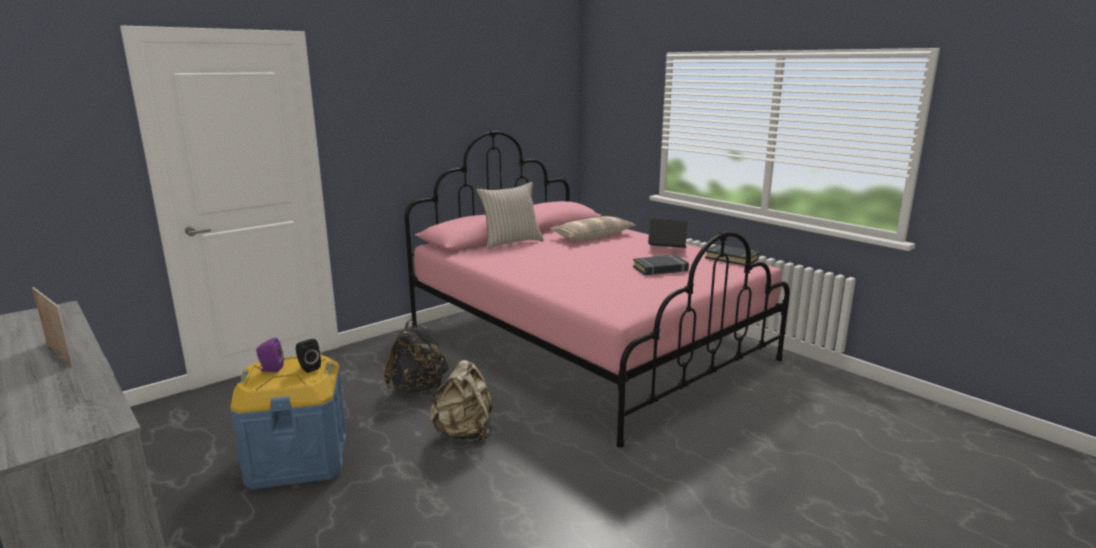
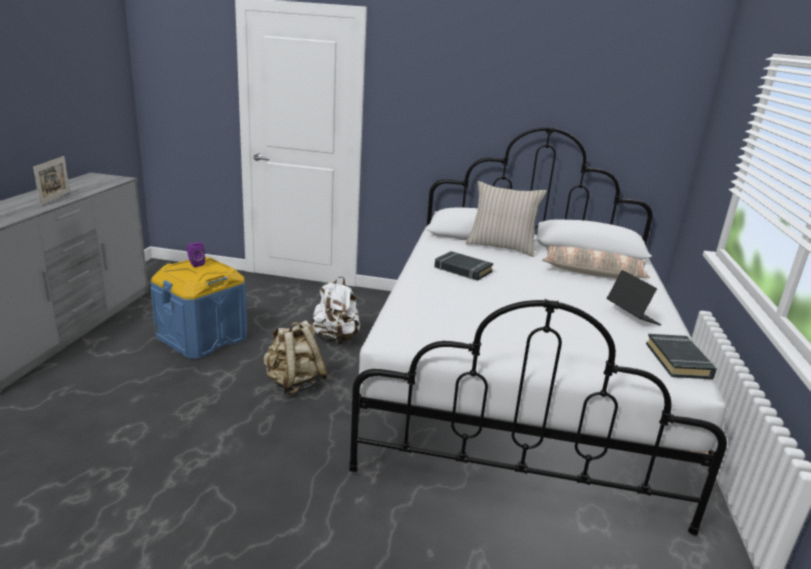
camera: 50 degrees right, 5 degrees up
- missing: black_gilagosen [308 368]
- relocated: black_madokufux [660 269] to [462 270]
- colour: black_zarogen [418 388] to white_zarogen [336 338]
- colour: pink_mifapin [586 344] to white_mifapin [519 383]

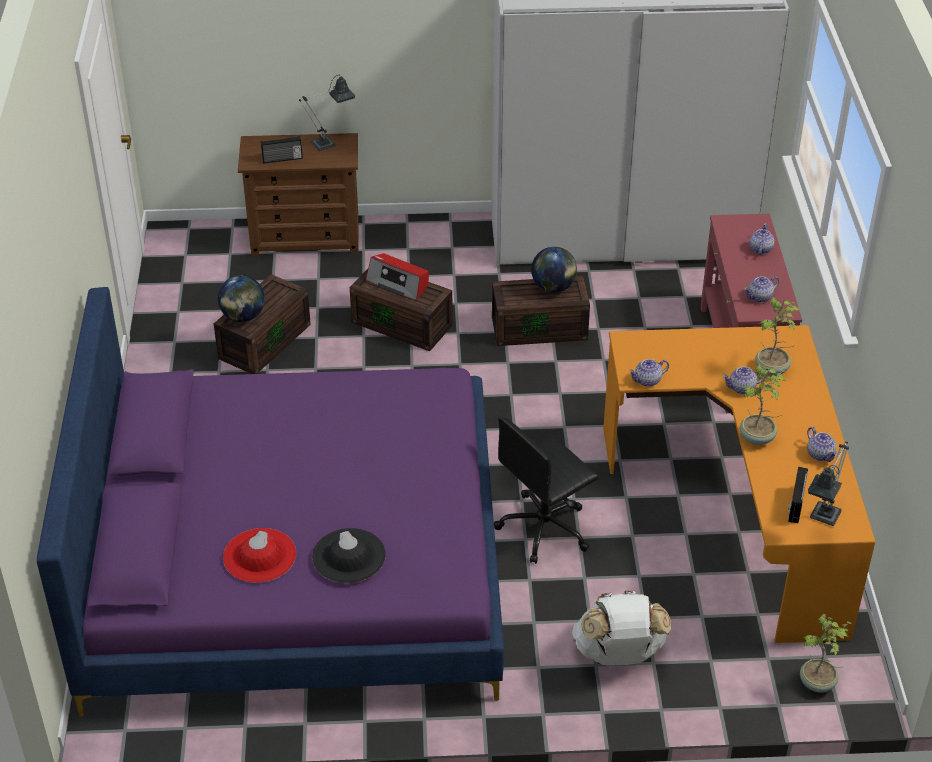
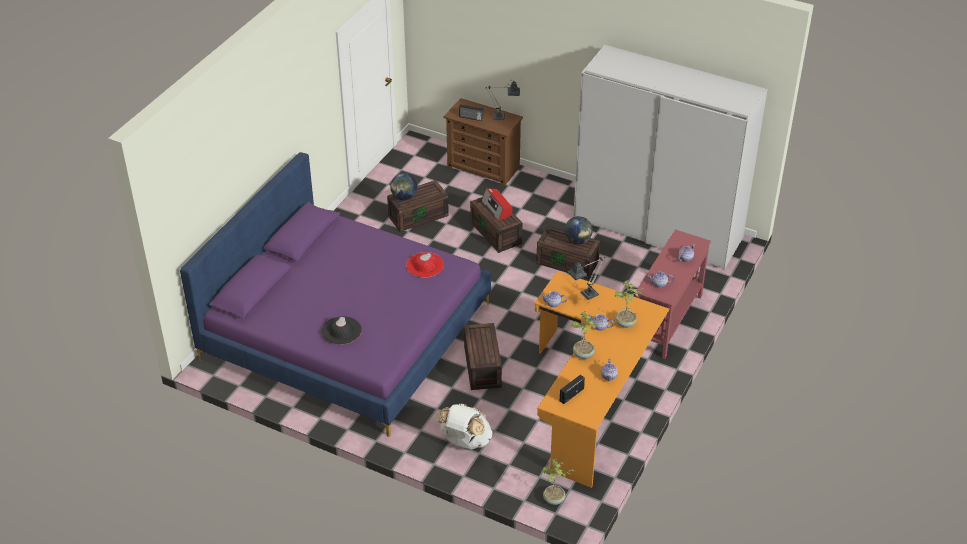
camera: 30 degrees right, 0 degrees up
- relocated: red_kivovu [259 556] to [425 265]
- relocated: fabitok [822 520] to [586 295]
- exchanged: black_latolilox [545 528] to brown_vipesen [481 366]

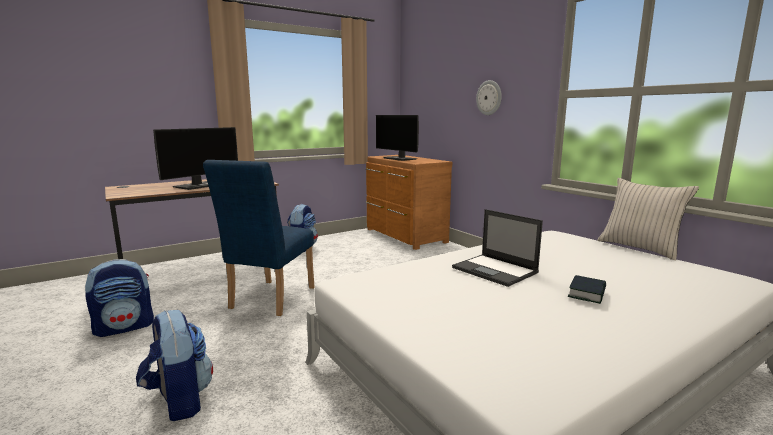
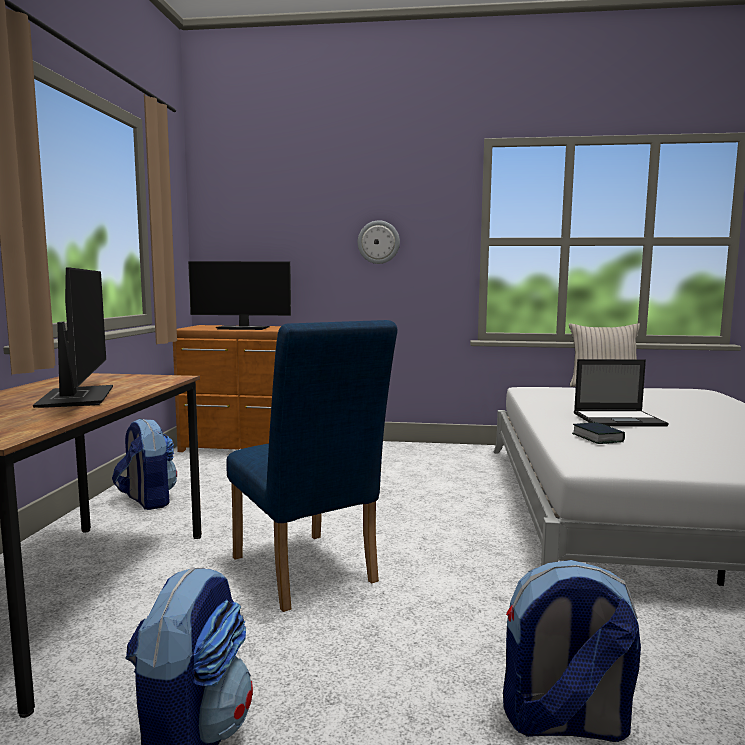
camera: 50 degrees left, 5 degrees down
- relocated: madokufux [587 293] to [597 438]

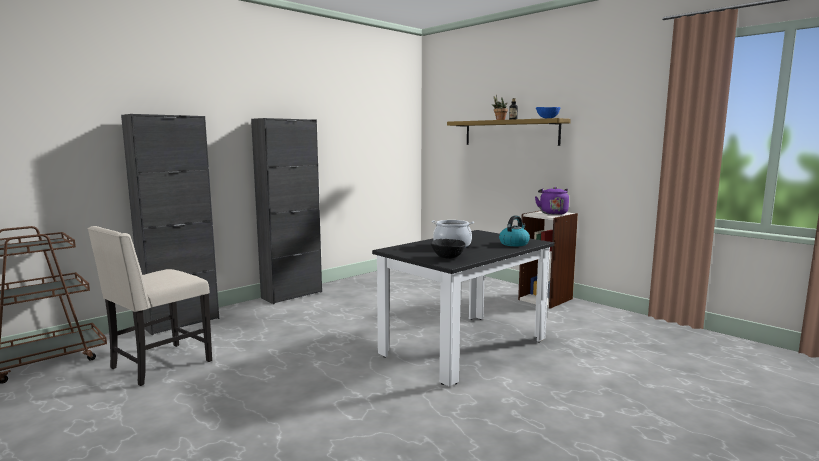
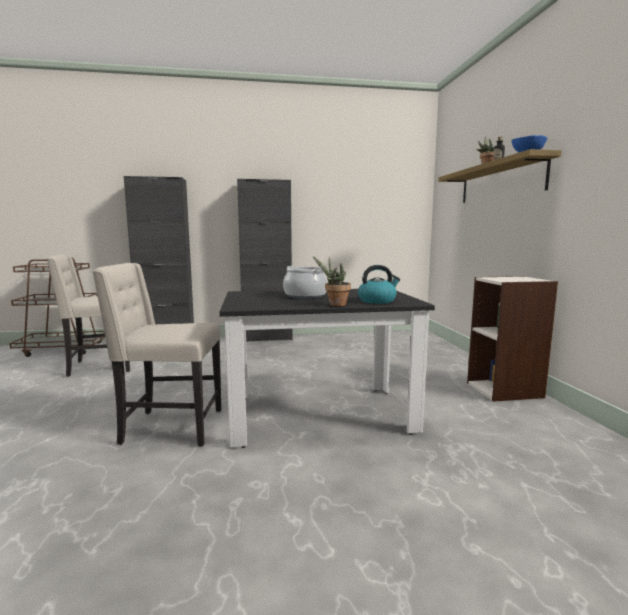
camera: 35 degrees right, 0 degrees up
- missing: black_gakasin [447 257]
- missing: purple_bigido [552 213]
- appeared: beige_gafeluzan [170 427]
- appeared: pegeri [335 305]

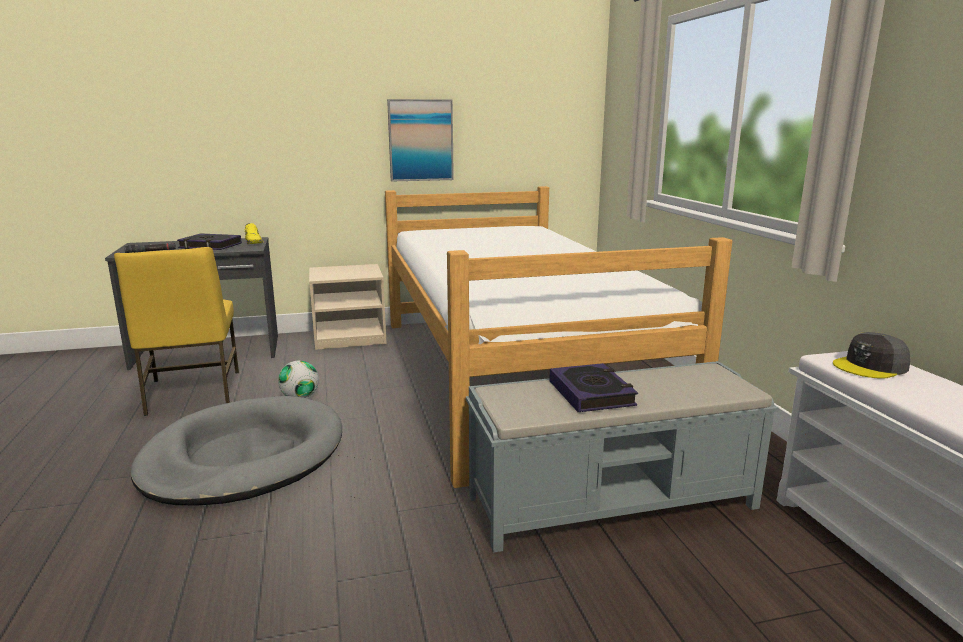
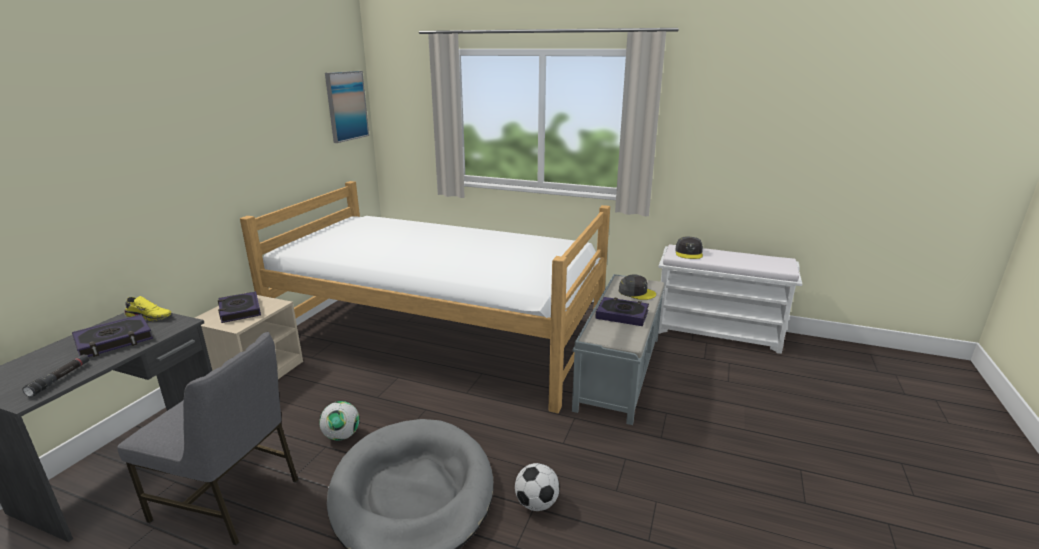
camera: 55 degrees left, 5 degrees up
- appeared: madokufux [240 310]
- appeared: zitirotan [537 503]
- appeared: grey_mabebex [636 292]
- relocated: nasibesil [420 140] to [346 106]
- colour: yellow_gafeluzan [192 393] to grey_gafeluzan [229 499]

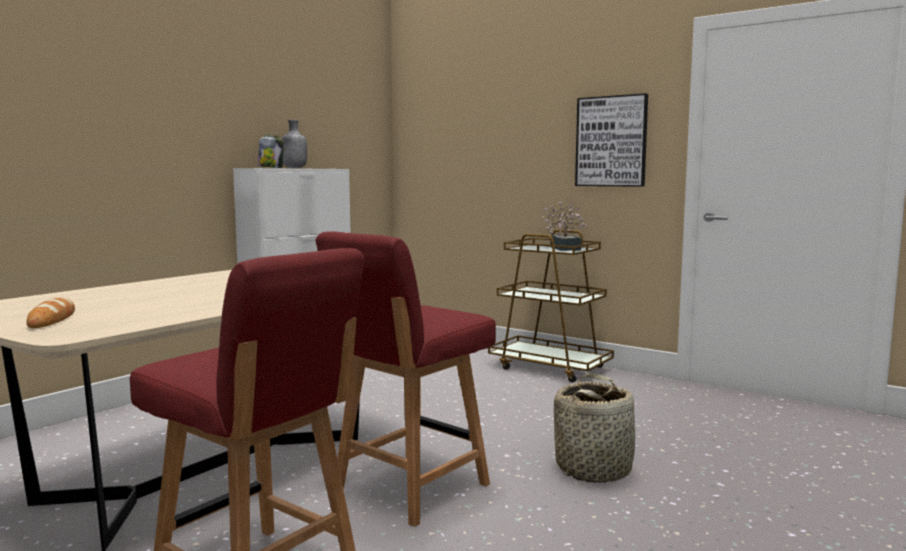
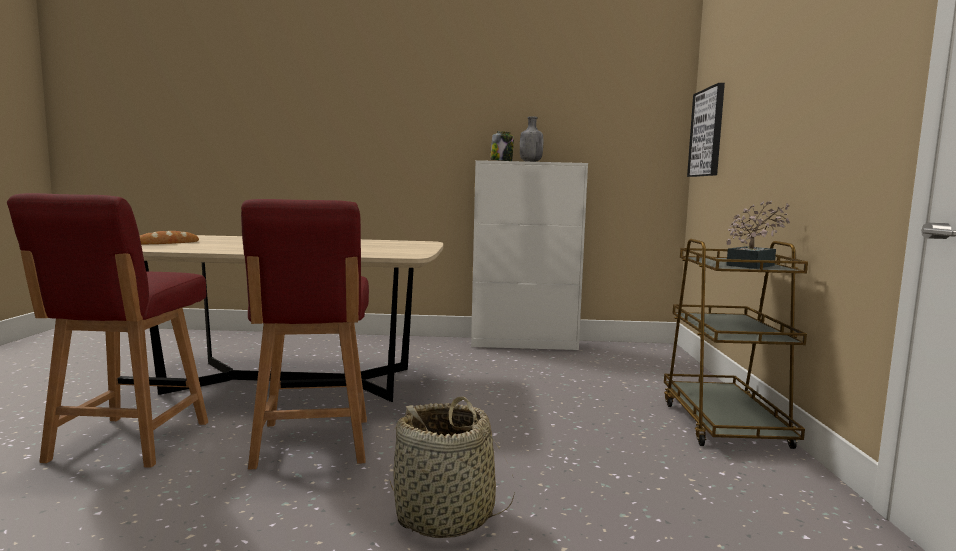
camera: 55 degrees right, 0 degrees up
- relocated: nasibesil [611 141] to [707 133]
- spun: red_gafeluzan [408 489] = [312 444] 105 degrees counterclockwise

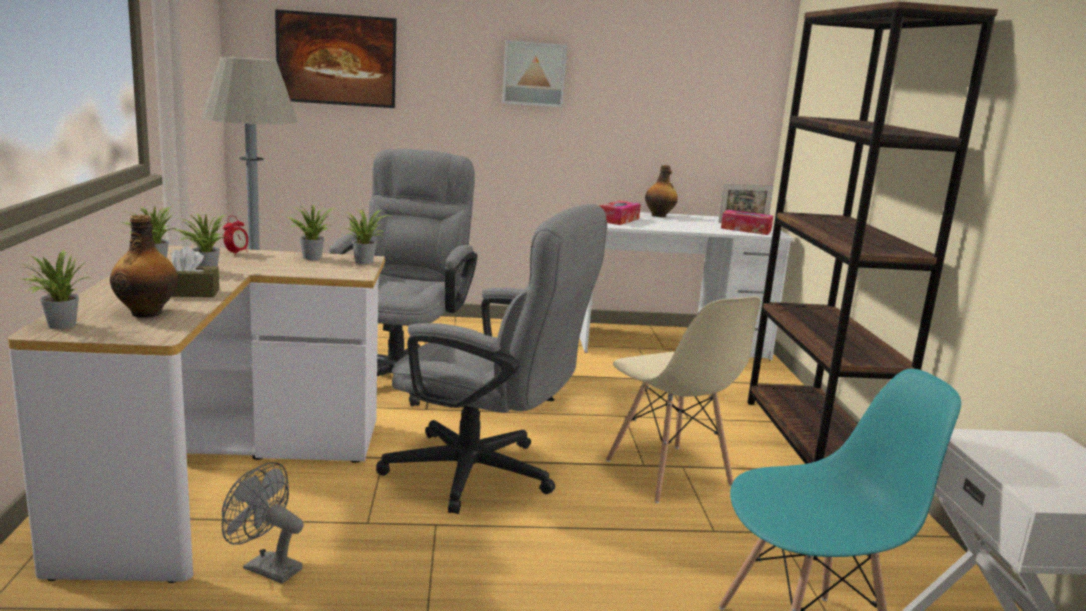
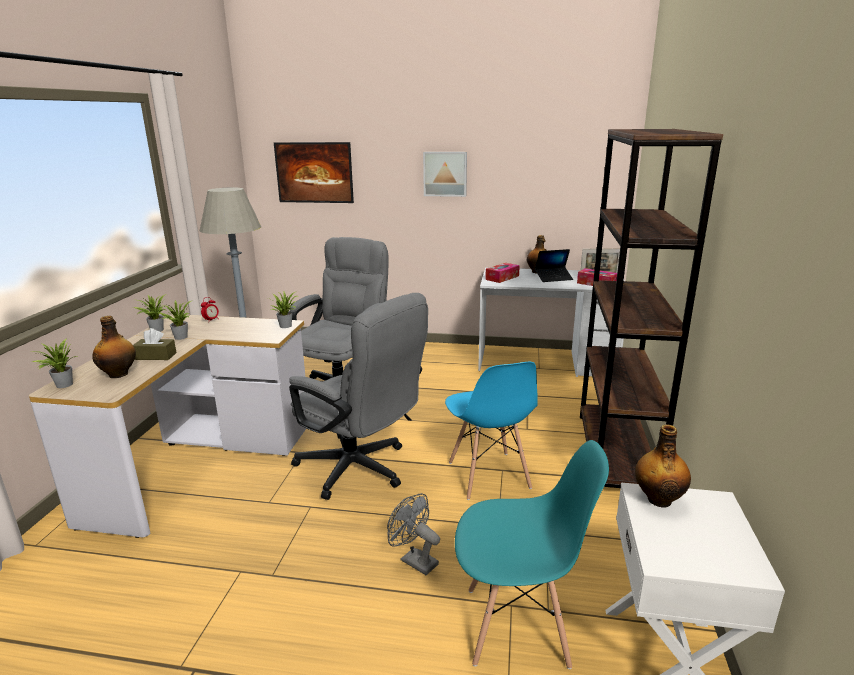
camera: 15 degrees right, 5 degrees up
- missing: pegeri [310 257]
- appeared: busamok [553 278]
- appeared: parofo [658 499]
- relocated: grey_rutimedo [265 567] to [414 560]
- colour: beige_gafeluzan [668 474] to blue_gafeluzan [488 476]

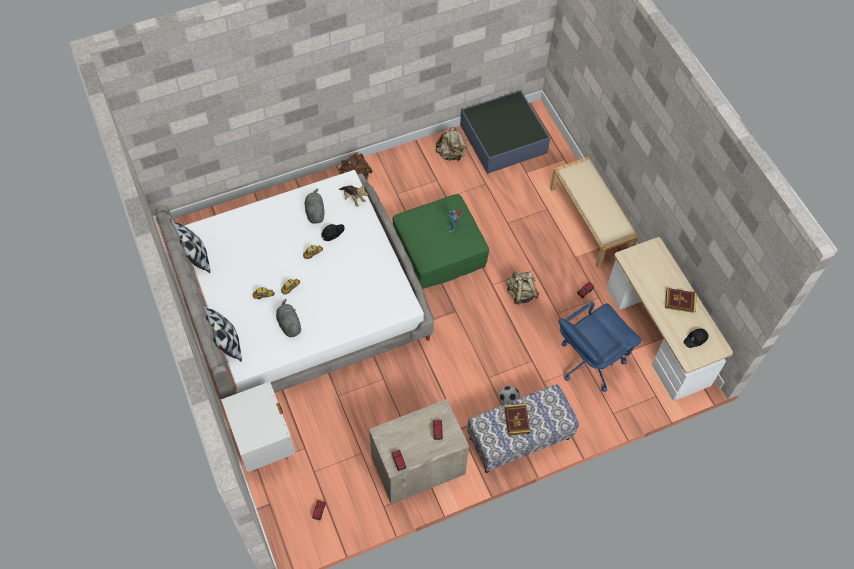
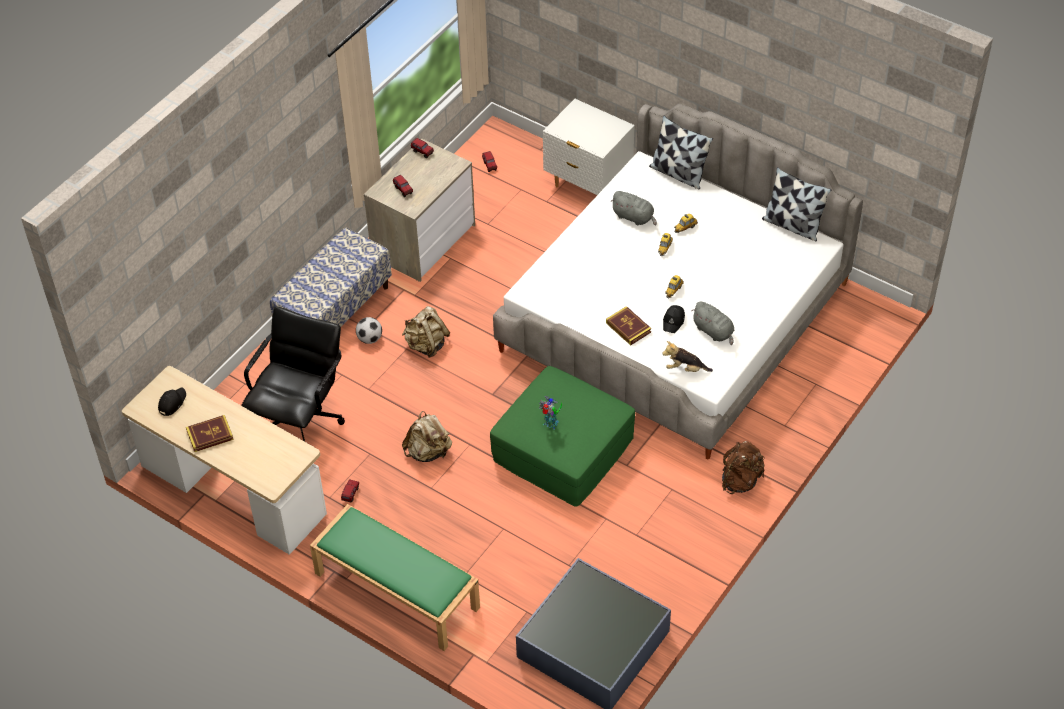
camera: 150 degrees right, 10 degrees down
- relocated: beige_zarogen [451 154] to [426 345]
- relocated: madokufux [517 420] to [628 327]
- colour: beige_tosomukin [590 221] to green_tosomukin [395 590]
- colour: blue_latolilox [589 361] to black_latolilox [300 421]

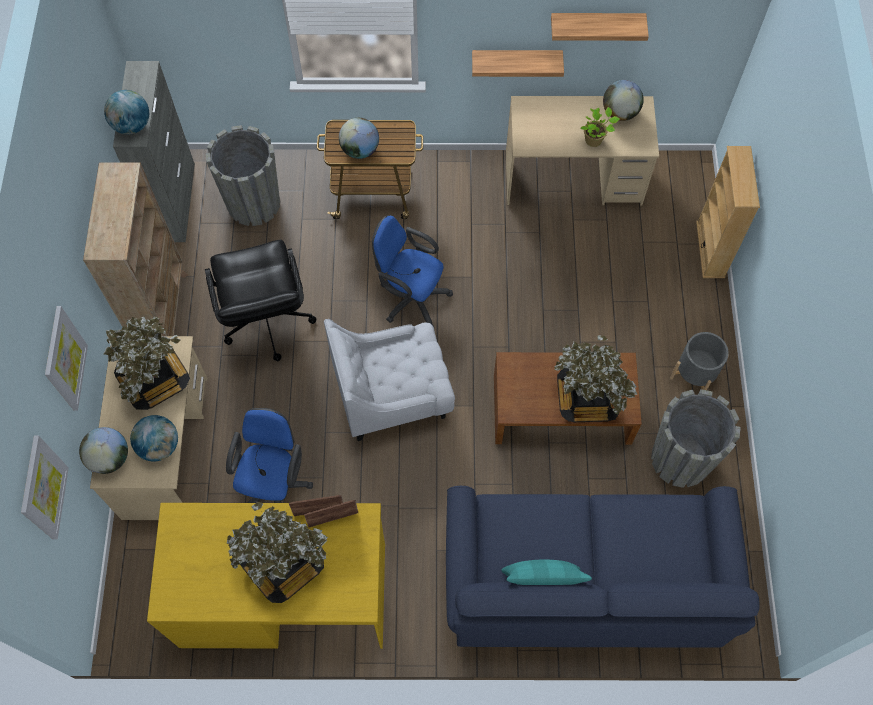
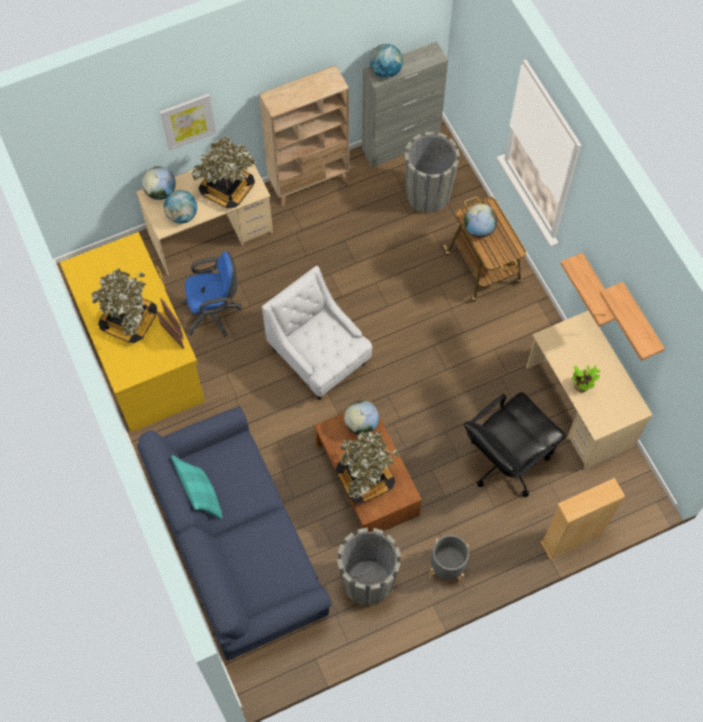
camera: 65 degrees right, 0 degrees up
- missing: nasibesil [43 488]
- missing: blue_latolilox [411 297]
- relocated: black_latolilox [267 321] to [506 460]
- relocated: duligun [620 112] to [361 424]

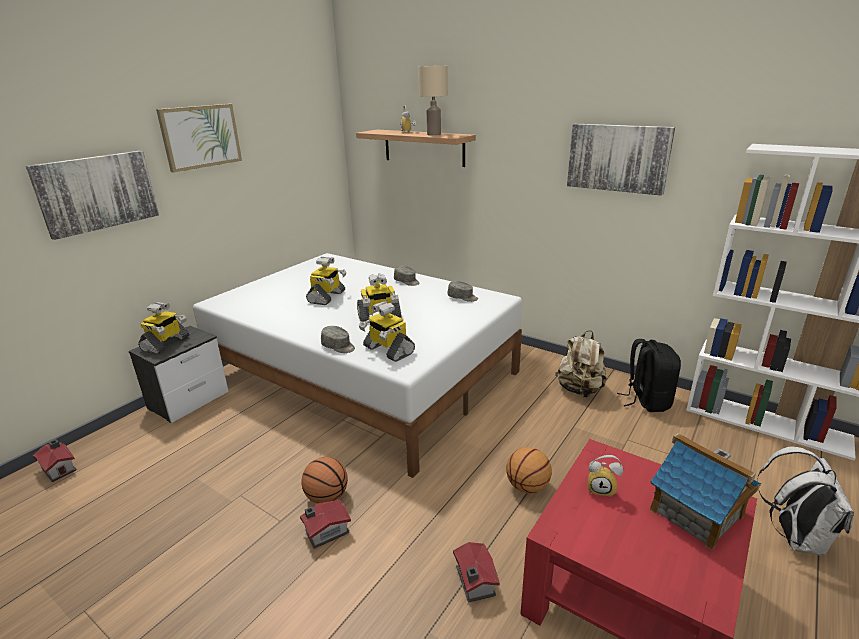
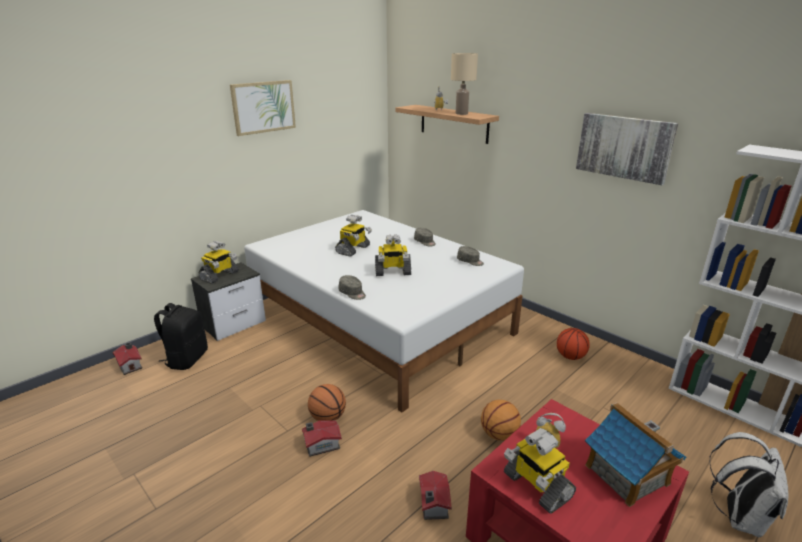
camera: 10 degrees right, 0 degrees up
- missing: nasibesil [97 192]
- relocated: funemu [388 350] to [536 486]
- relocated: black_zarogen [646 400] to [186 359]
- exchanged: beige_zarogen [579 390] to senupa [570 356]

